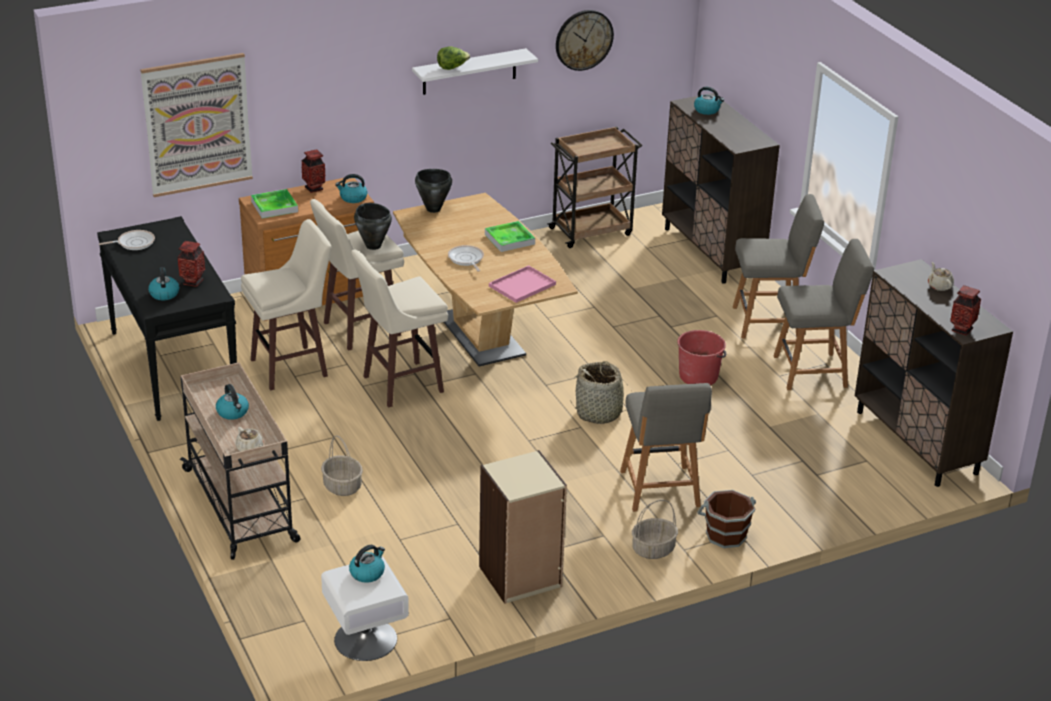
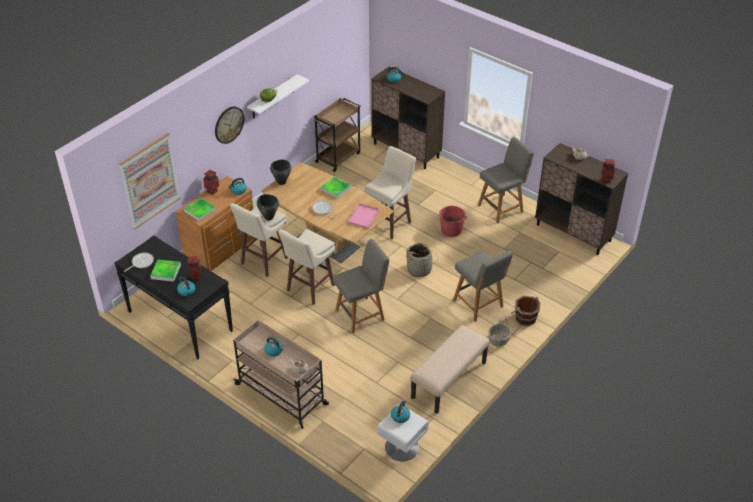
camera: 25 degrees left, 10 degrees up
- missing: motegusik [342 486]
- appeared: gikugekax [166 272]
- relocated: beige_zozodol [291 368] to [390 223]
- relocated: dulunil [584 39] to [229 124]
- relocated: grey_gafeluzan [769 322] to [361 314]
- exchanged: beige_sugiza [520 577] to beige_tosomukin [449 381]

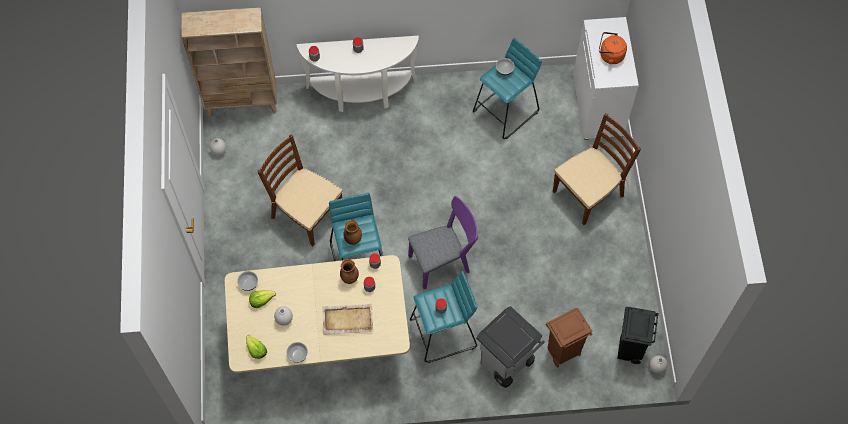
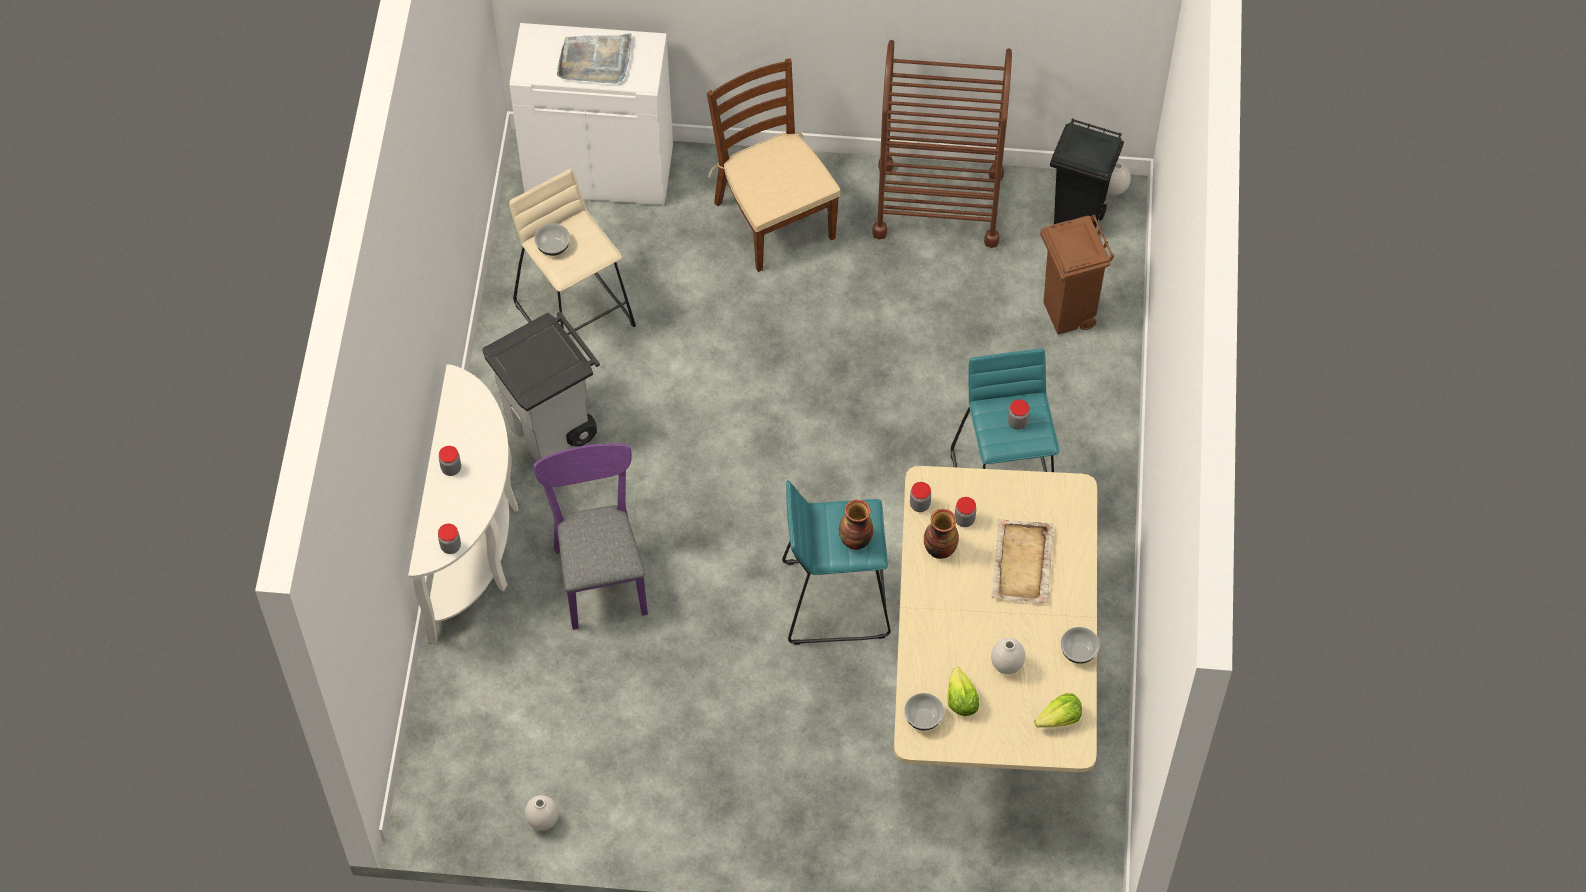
camera: 80 degrees left, 5 degrees down
- missing: beige_sugiza [242 103]
- missing: brown_gafeluzan [306 214]
- appeared: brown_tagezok [938 204]
- relocated: purple_gafeluzan [443 261] to [599 572]
- relocated: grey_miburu [506 363] to [551 428]
- exchanged: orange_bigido [610 55] to grey_gikugekax [595 61]
- colour: turquoise_zozodol [506 111] to beige_zozodol [575 313]

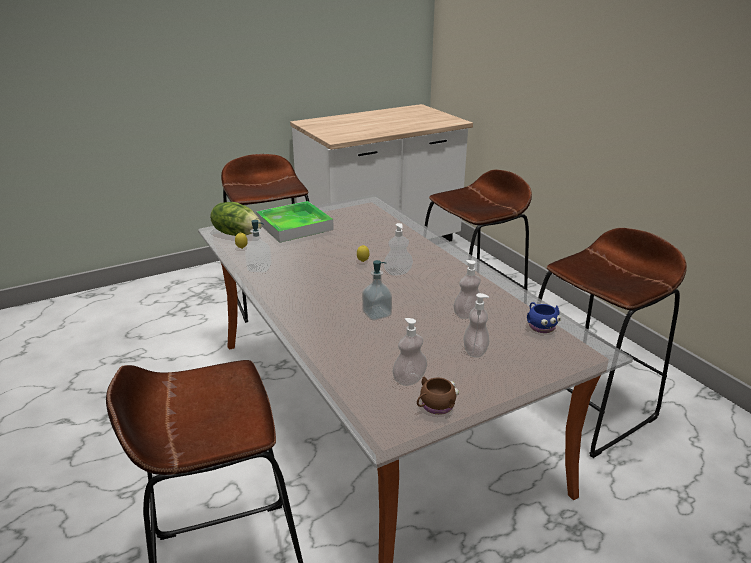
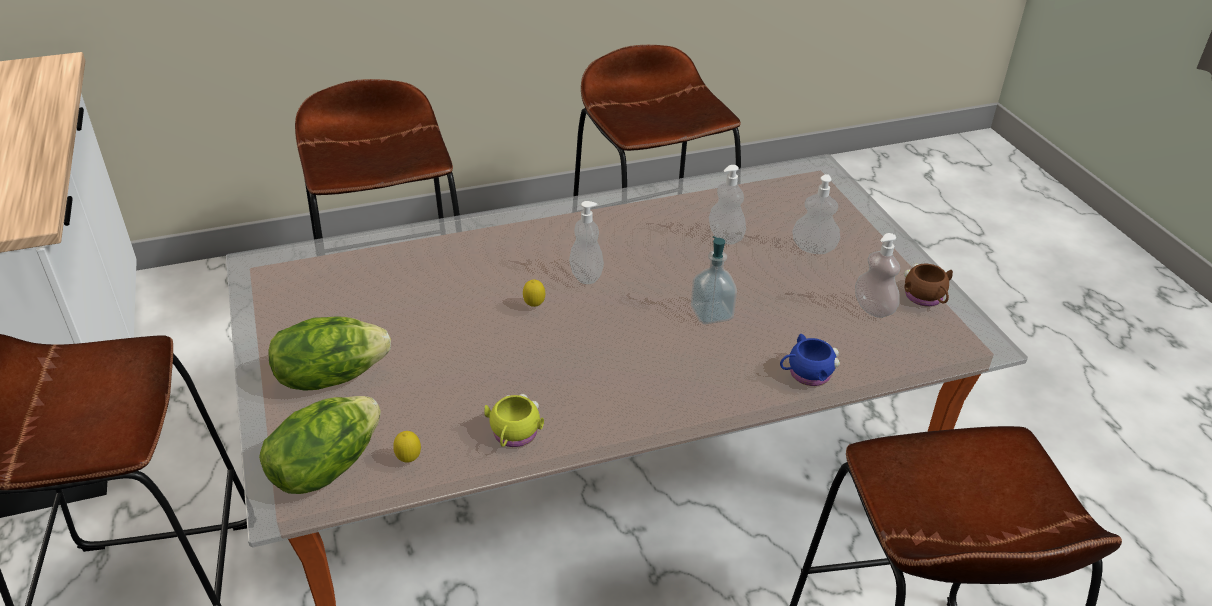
camera: 80 degrees left, 10 degrees up
- relocated: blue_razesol [540 325] to [806 374]
- exchanged: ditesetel [259 268] to yellow_razesol [514 436]
- exchanged: gikugekax [294 225] to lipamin [330 376]

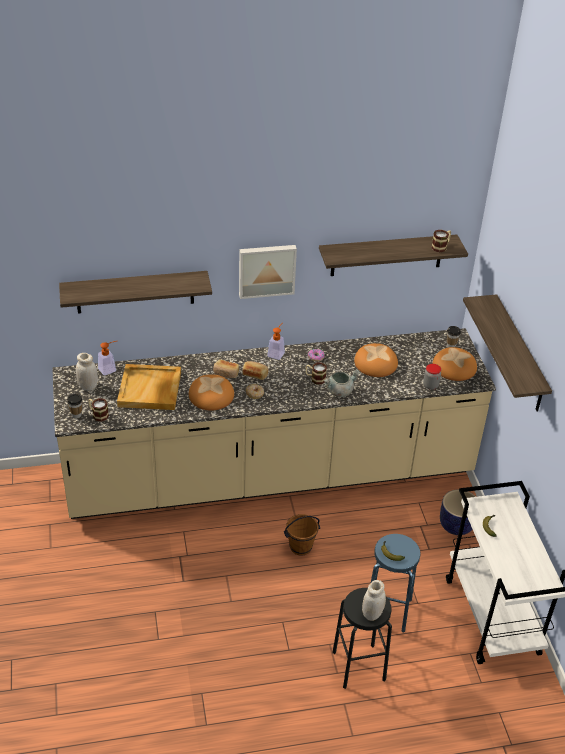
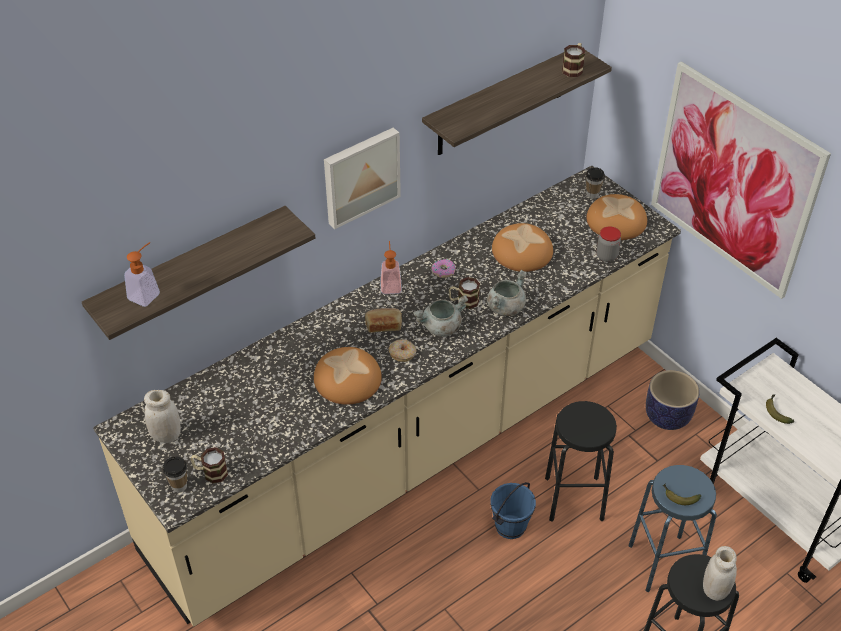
camera: 25 degrees left, 5 degrees up
- missing: beige_gikugekax [150 389]
- missing: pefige [226 373]
- appeared: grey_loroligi [441 328]
- appeared: black_zozodol [574 498]
- relocated: ditesetel [110 369] to [147 293]
- exchanged: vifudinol [519 355] to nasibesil [733 180]
- colour: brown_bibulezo [300 547] to blue_bibulezo [511 527]

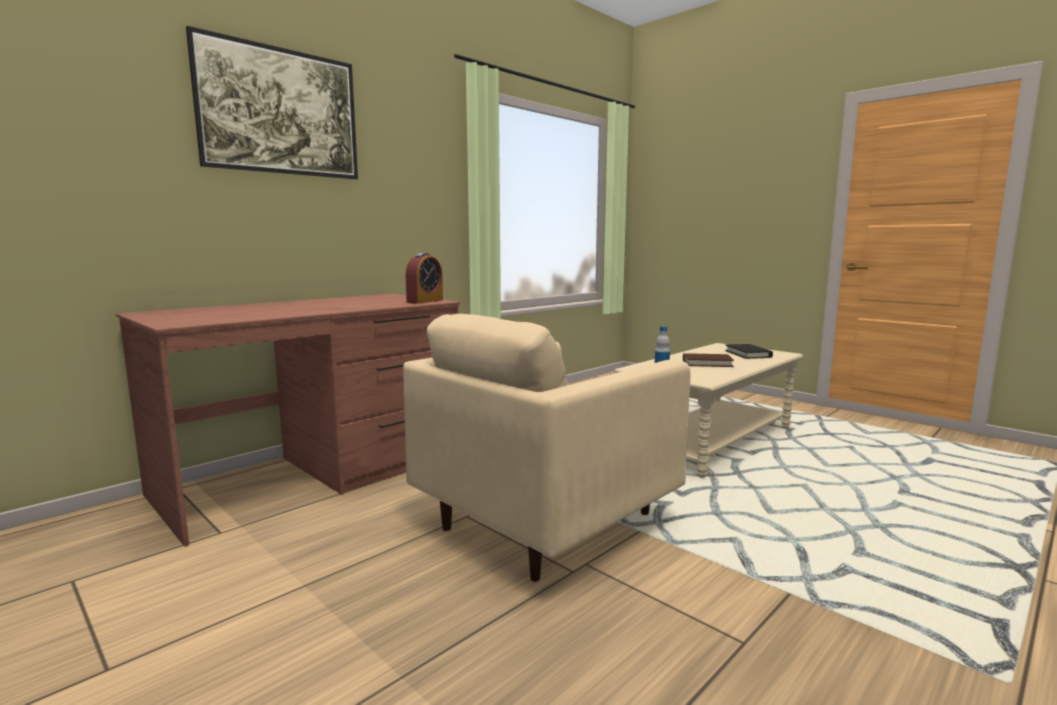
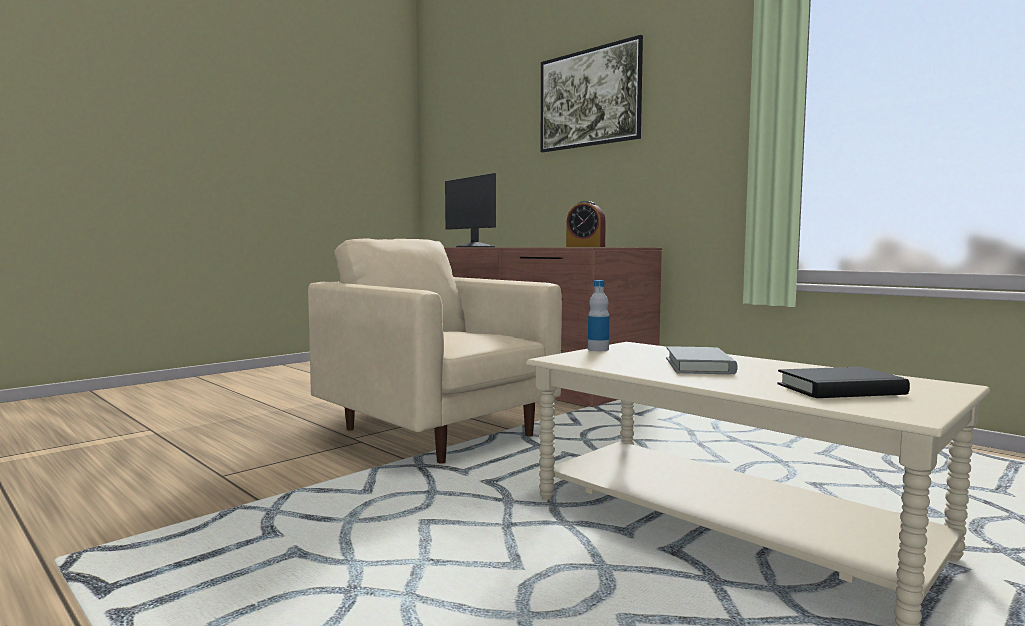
camera: 90 degrees right, 5 degrees down
- appeared: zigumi [474 247]
- colour: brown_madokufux [707 363] to grey_madokufux [699 366]

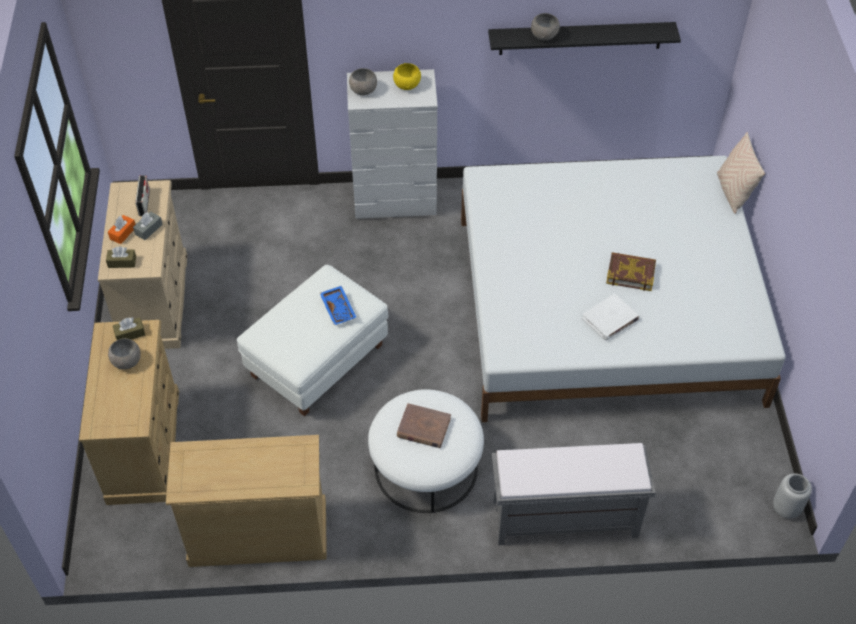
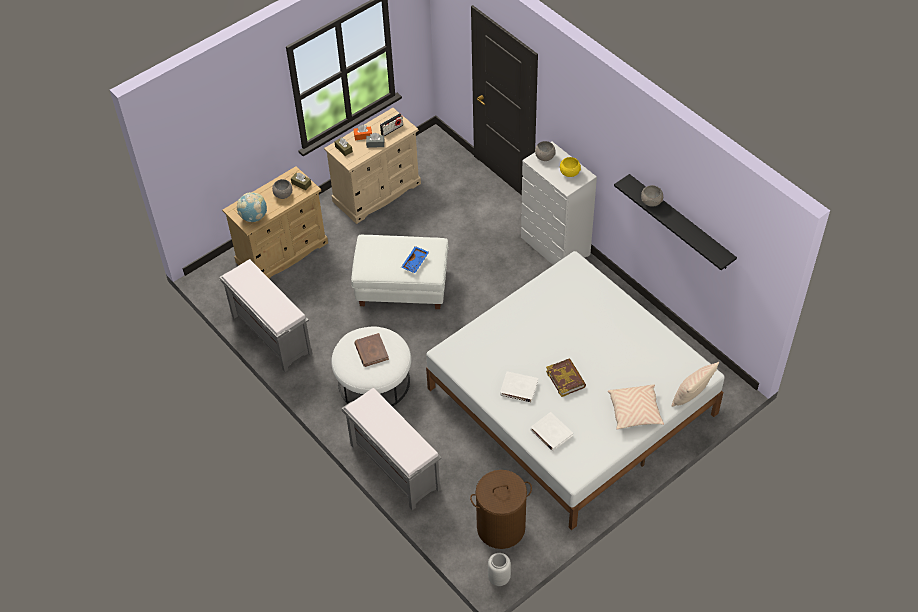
camera: 55 degrees right, 0 degrees up
- appeared: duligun [254 217]
- appeared: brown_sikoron [501 527]
- appeared: white_madokufux [551 433]
- appeared: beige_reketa [635 412]
- exchanged: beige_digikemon [258 533] to grey_tosomukin [270 334]

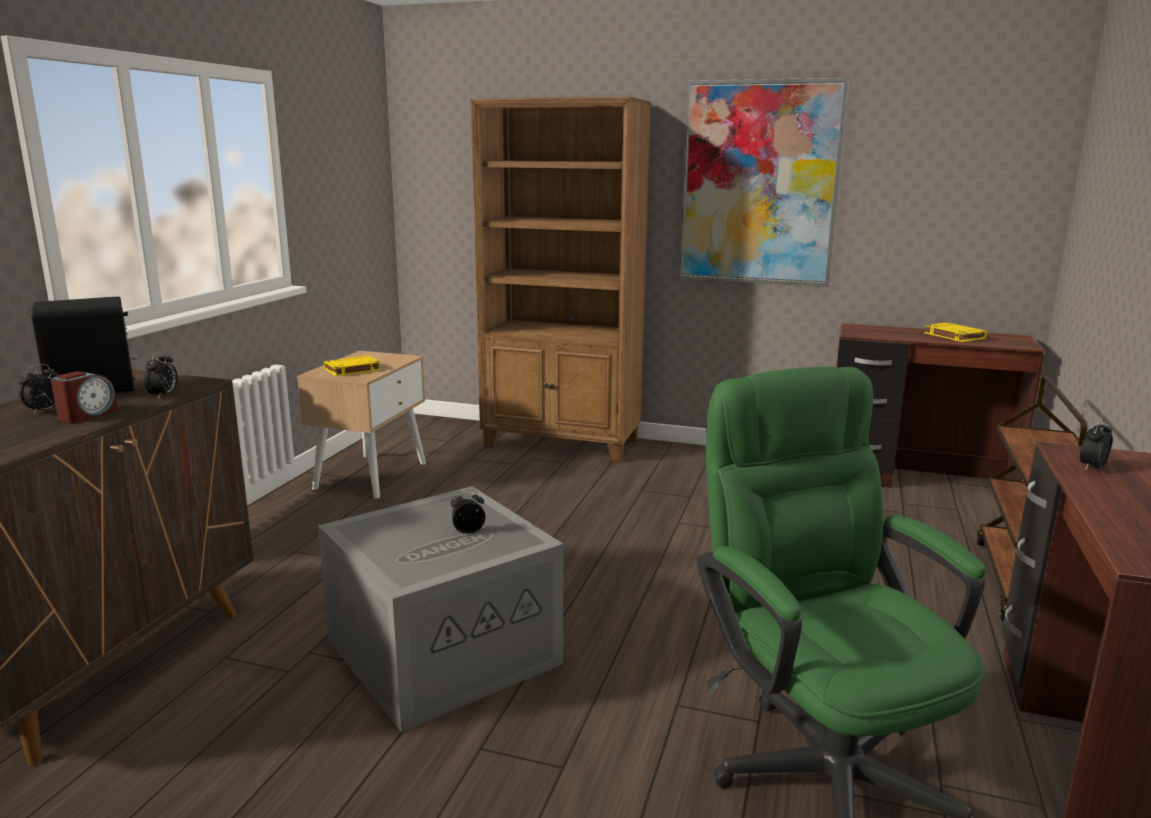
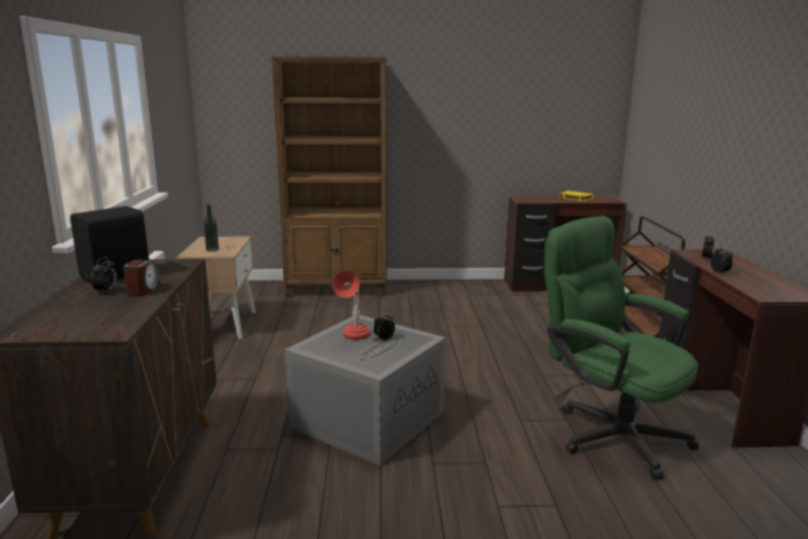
camera: 20 degrees left, 0 degrees up
- missing: nasibesil [759 184]
- appeared: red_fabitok [353 338]
- relocated: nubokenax [163 395] to [720 273]
- exchanged: yellow_madokufux [352 370] to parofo [212 250]

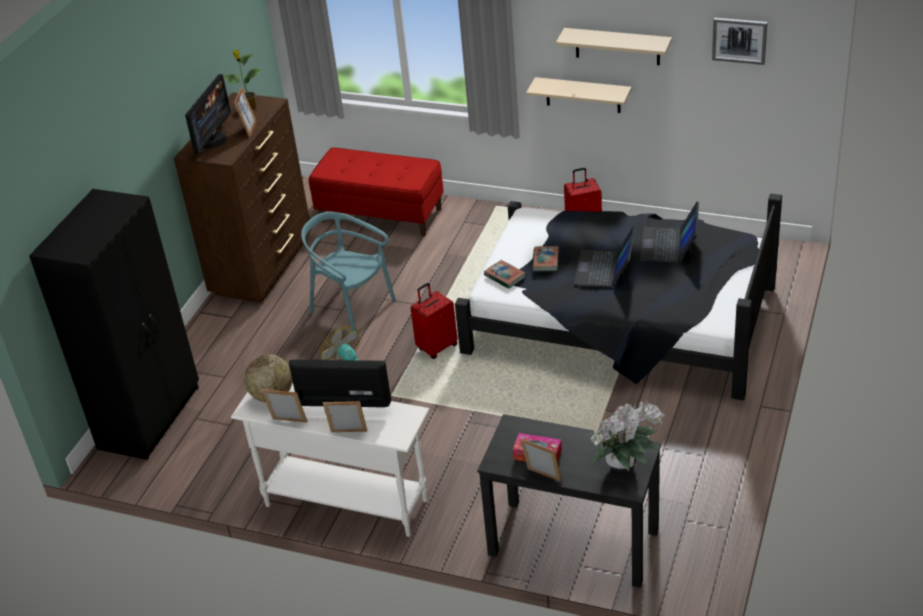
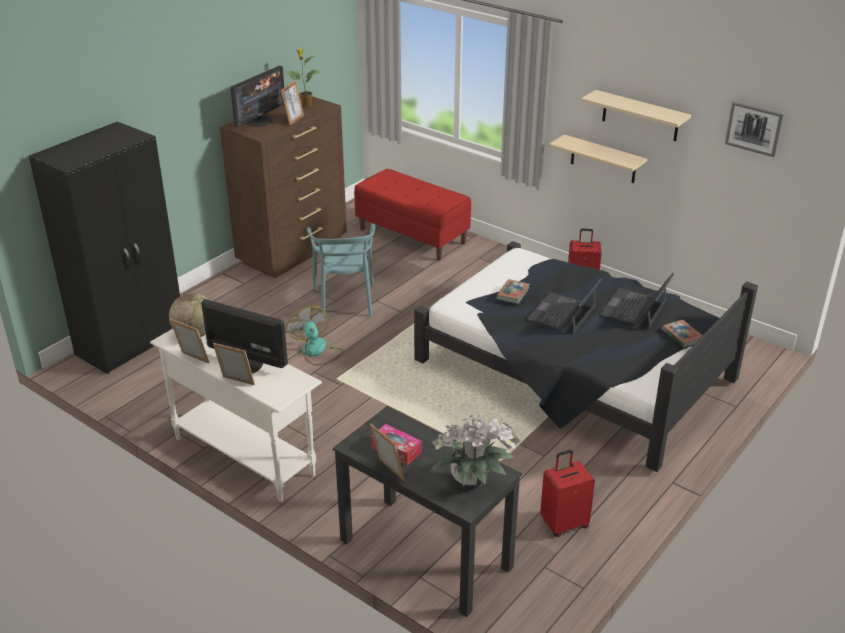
camera: 15 degrees right, 5 degrees down
- relocated: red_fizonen [437 347] to [564 523]
- relocated: madokufux [504 276] to [682 336]
- spun: turquoise_gafeluzan [352 308] = [345 301] 150 degrees counterclockwise

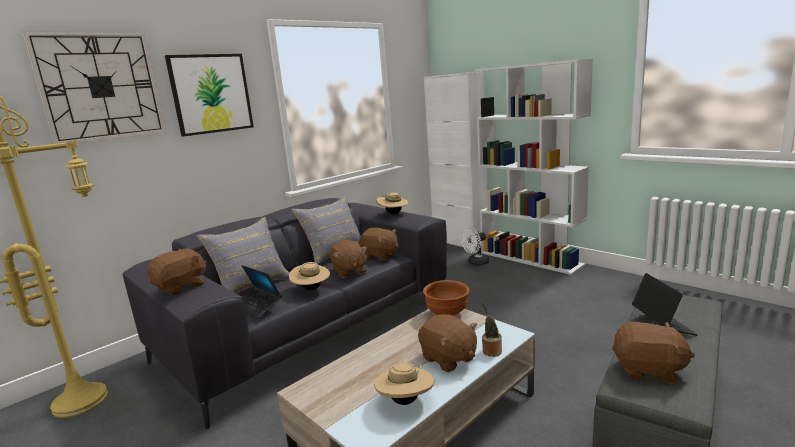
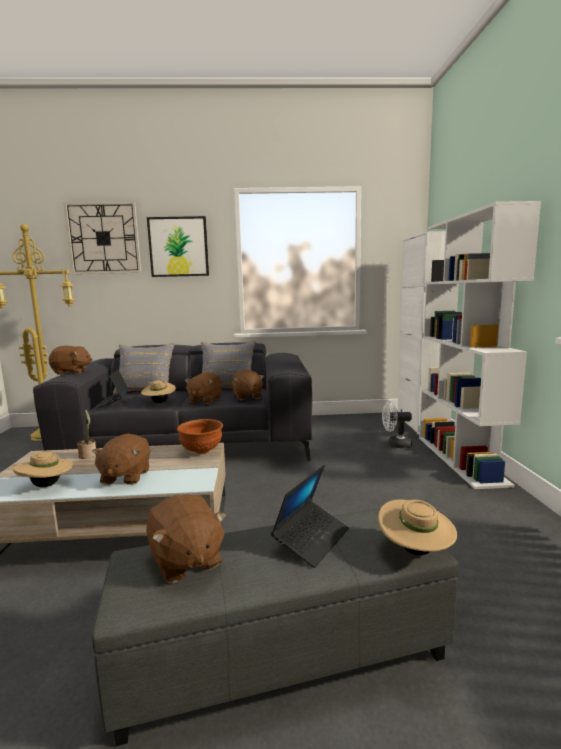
camera: 40 degrees right, 5 degrees down
- relocated: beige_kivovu [393 214] to [415 551]
- relocated: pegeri [491 350] to [88 455]

